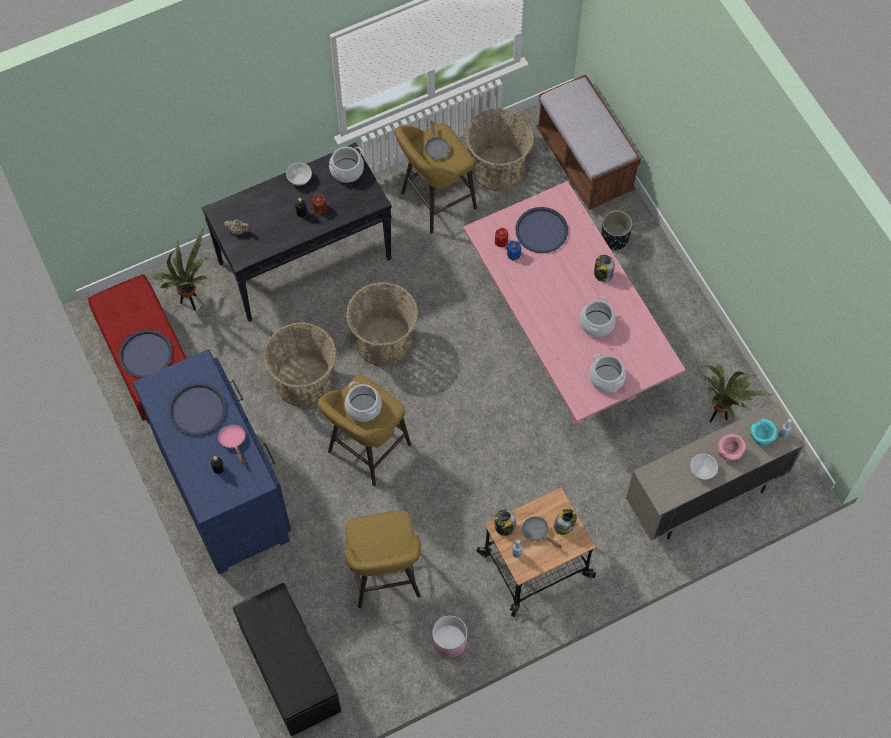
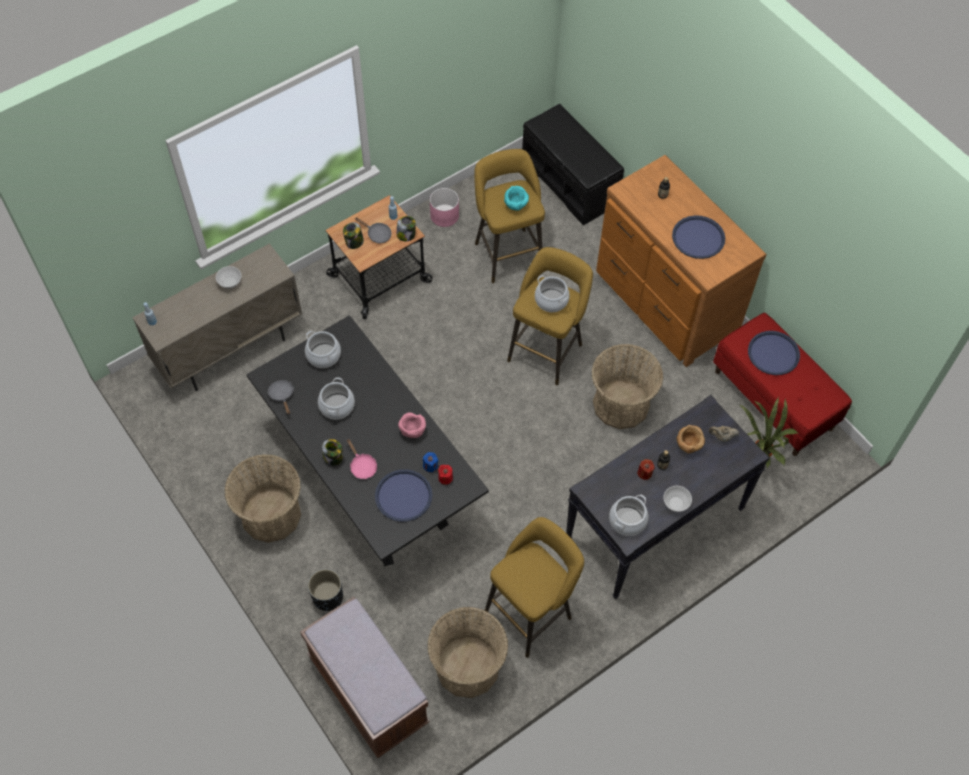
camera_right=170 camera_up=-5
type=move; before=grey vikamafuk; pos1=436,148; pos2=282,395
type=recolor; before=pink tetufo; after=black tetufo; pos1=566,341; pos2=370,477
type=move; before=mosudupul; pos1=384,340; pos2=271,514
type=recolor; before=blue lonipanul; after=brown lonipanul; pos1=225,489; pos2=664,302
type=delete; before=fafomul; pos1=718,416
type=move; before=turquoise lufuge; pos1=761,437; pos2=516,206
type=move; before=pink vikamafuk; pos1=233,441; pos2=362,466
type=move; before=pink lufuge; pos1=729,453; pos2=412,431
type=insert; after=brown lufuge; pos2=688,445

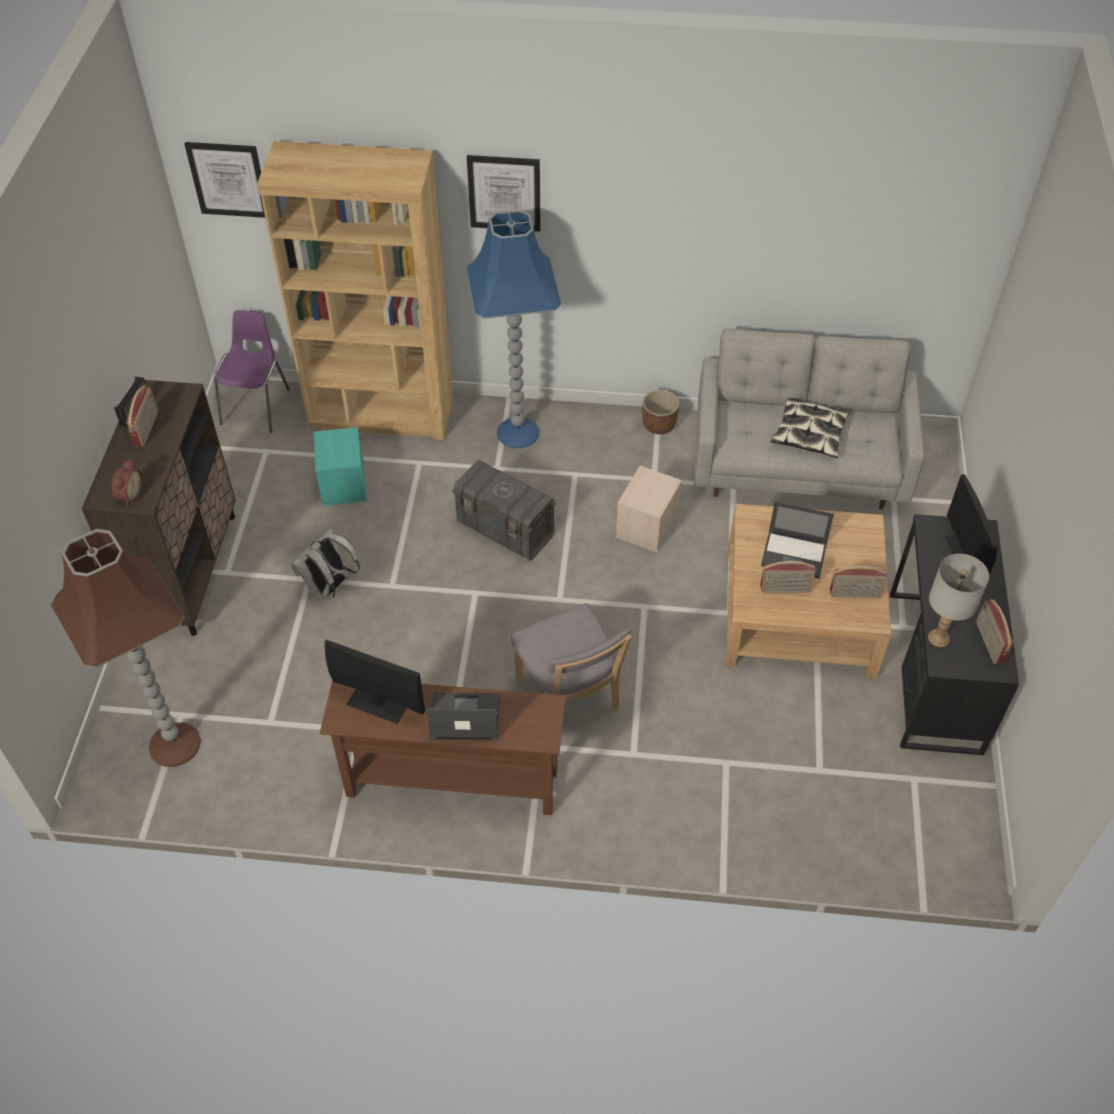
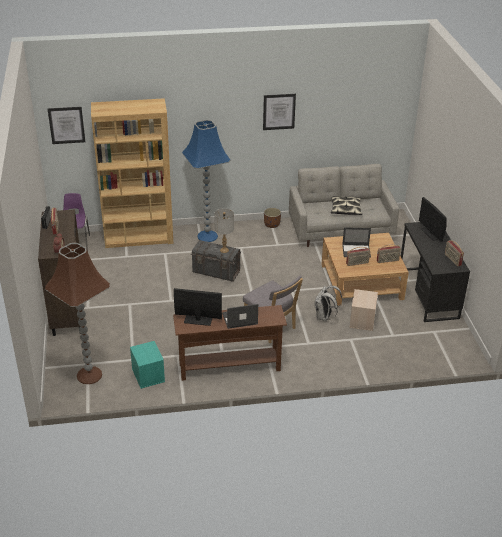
camera_right=-15 camera_up=-15
type=move; before=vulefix; pos1=504,193; pos2=279,111
type=move; before=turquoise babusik; pos1=342,483; pos2=147,375
type=move; before=beige babusik; pos1=647,527; pos2=362,320
type=move; before=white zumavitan; pos1=329,587; pos2=324,317
type=move; before=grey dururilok; pos1=939,638; pos2=224,250

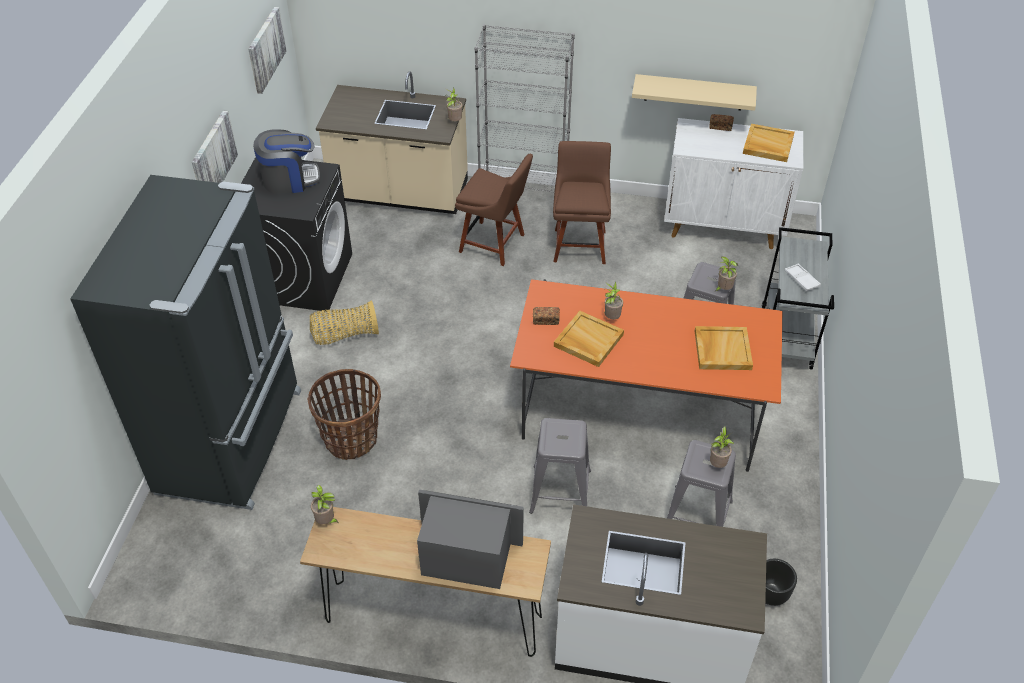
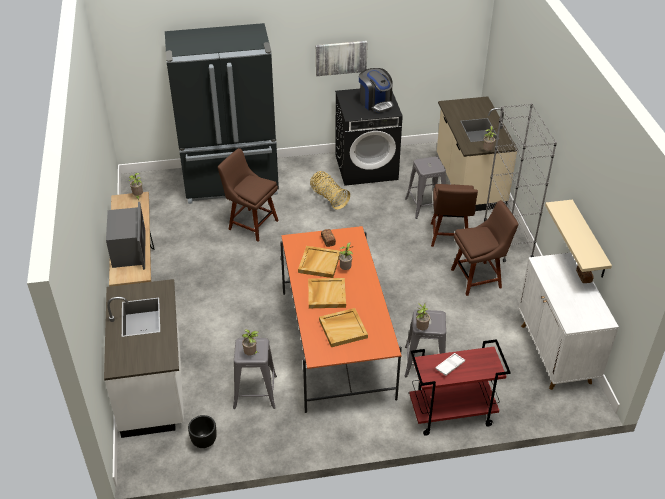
camera_right=70 camera_up=-5
type=delete; before=vulefix; pos1=265,49
type=move; before=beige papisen; pos1=767,145; pos2=326,294
type=recolor; before=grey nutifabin; after=red nutifabin; pos1=787,337; pos2=451,414
type=replace; before=mosudupul; after=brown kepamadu; pos1=351,439; pos2=251,224
type=move; before=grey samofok; pos1=560,491; pos2=426,205

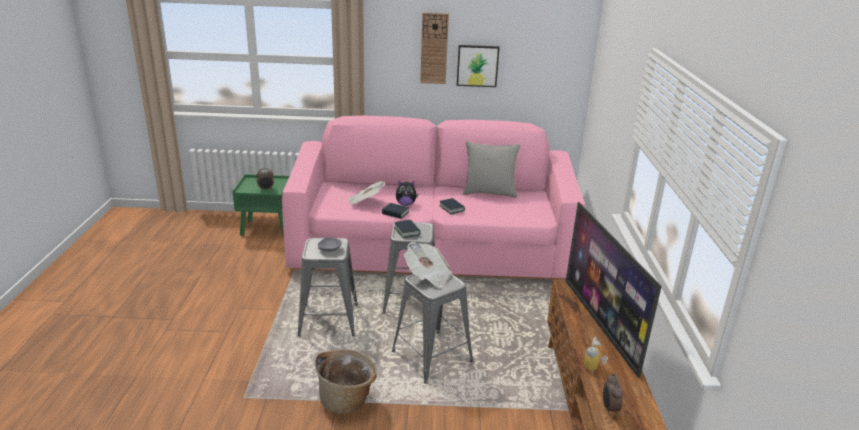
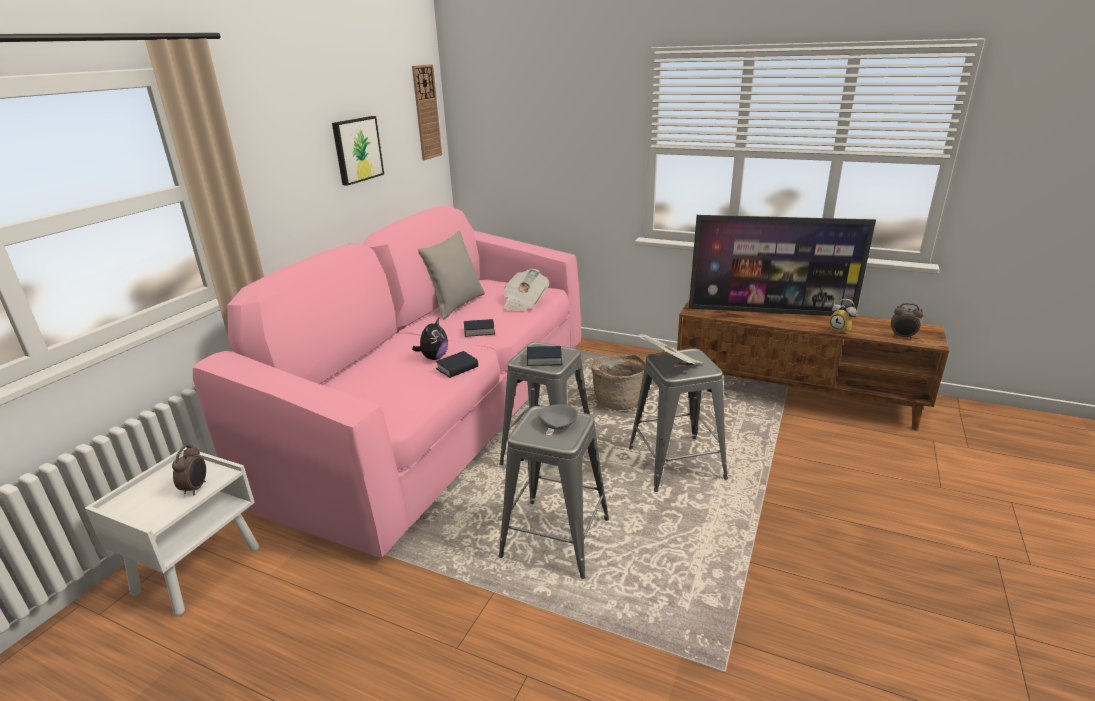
camera_right=-65 camera_up=0
type=move; before=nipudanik; pos1=434,48; pos2=426,112
type=recolor; before=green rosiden; after=white rosiden; pos1=268,229; pos2=198,569
type=move; before=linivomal; pos1=365,202; pos2=524,303
type=move; before=mosudupul; pos1=347,400; pos2=618,401

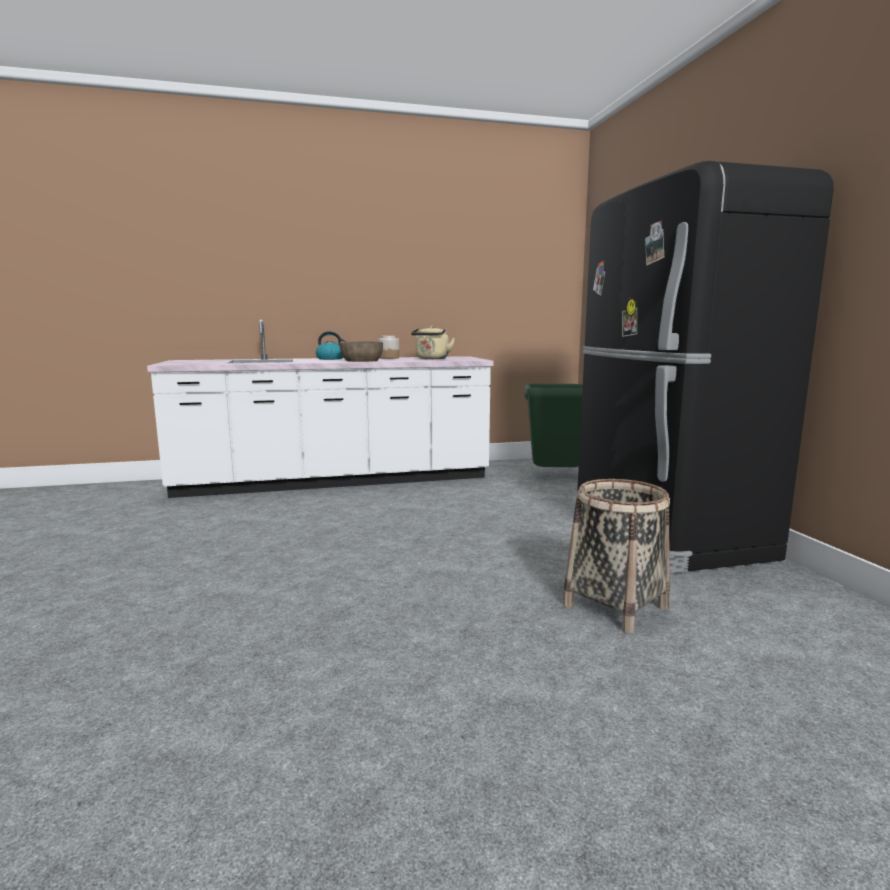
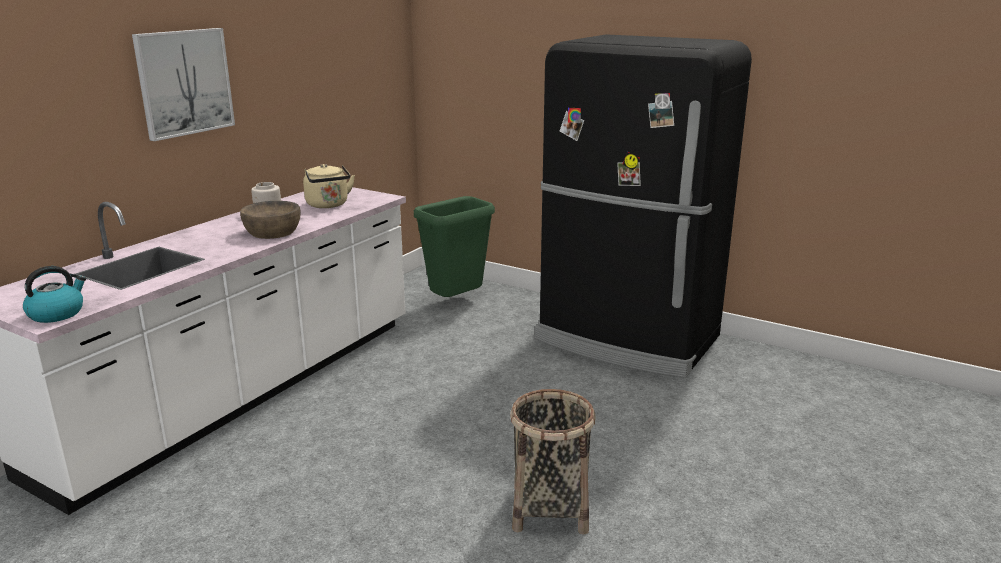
camera_right=-45 camera_up=10
type=move; before=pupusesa; pos1=331,359; pos2=57,313
type=move; before=mosudupul; pos1=615,606; pos2=550,509
type=insert; after=vulefix; pos2=184,82

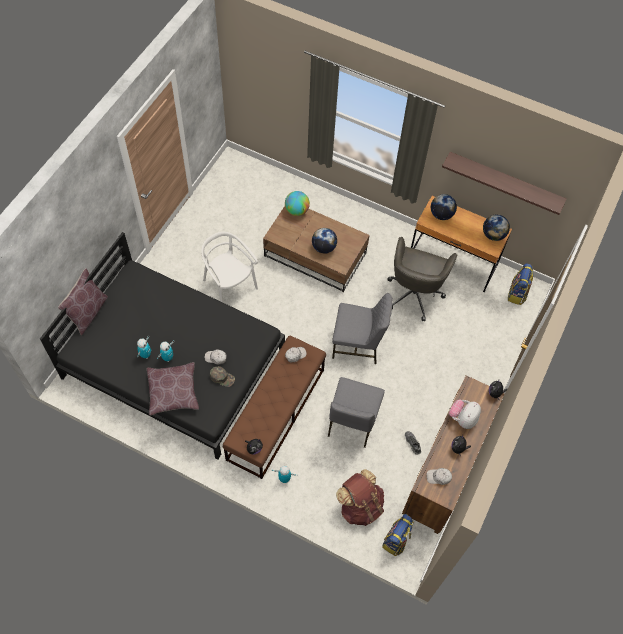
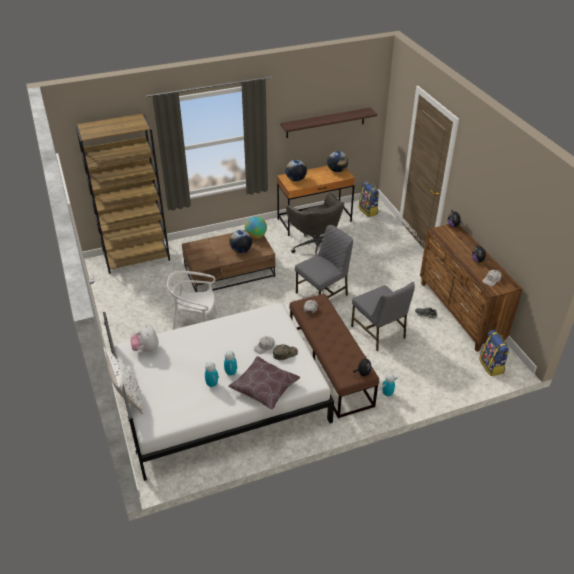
camera_right=-45 camera_up=-20
type=move; before=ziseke; pos1=297,211; pos2=256,236
type=recolor; before=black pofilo; after=white pofilo; pos1=174,363; pos2=220,397
type=recolor; before=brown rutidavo; after=white rutidavo; pos1=88,313; pos2=128,397
type=move; before=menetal; pos1=463,418; pos2=146,349
type=delete; before=brown zumavitan; pos1=360,506
type=insert; after=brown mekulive; pos2=137,257

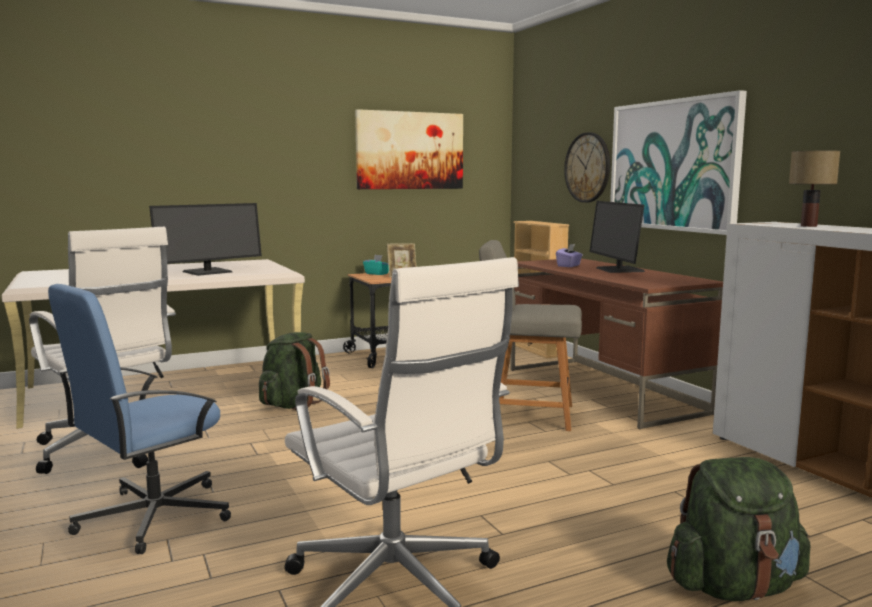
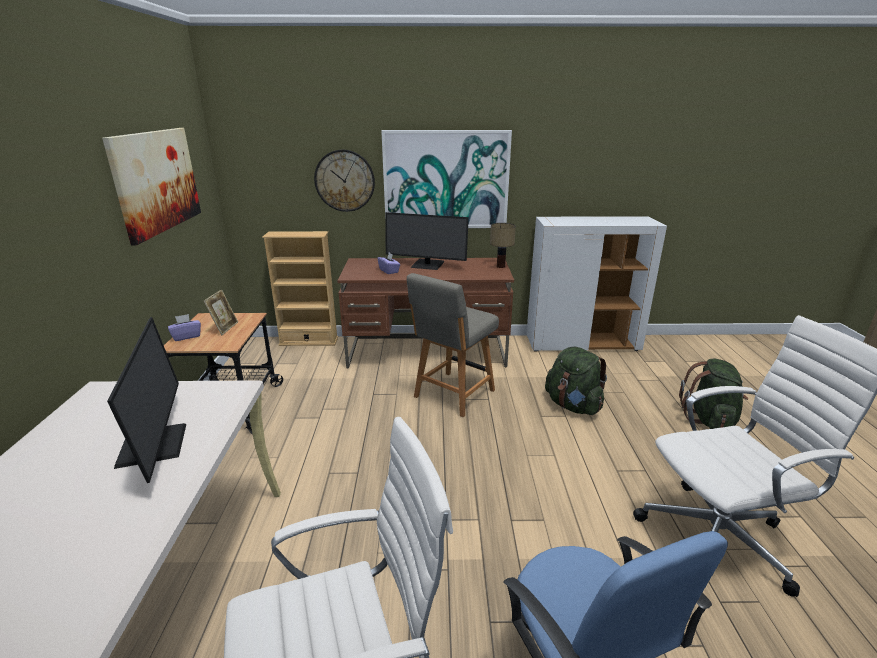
camera_right=-65 camera_up=15
type=move; before=dururilok; pos1=807,226; pos2=500,266
type=recolor; before=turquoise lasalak; after=purple lasalak; pos1=377,273; pos2=186,336
type=move; before=green zumavitan; pos1=293,404; pos2=573,405

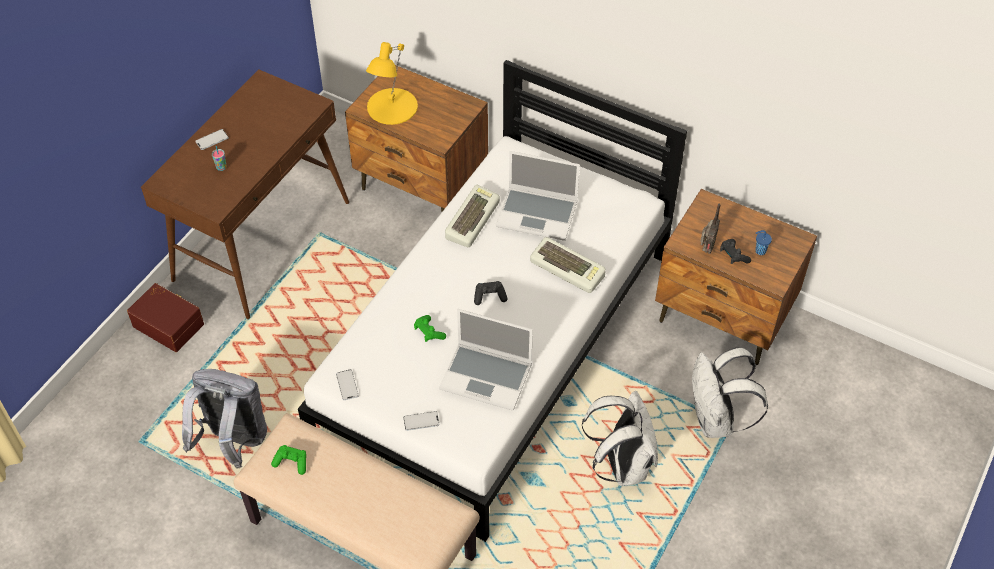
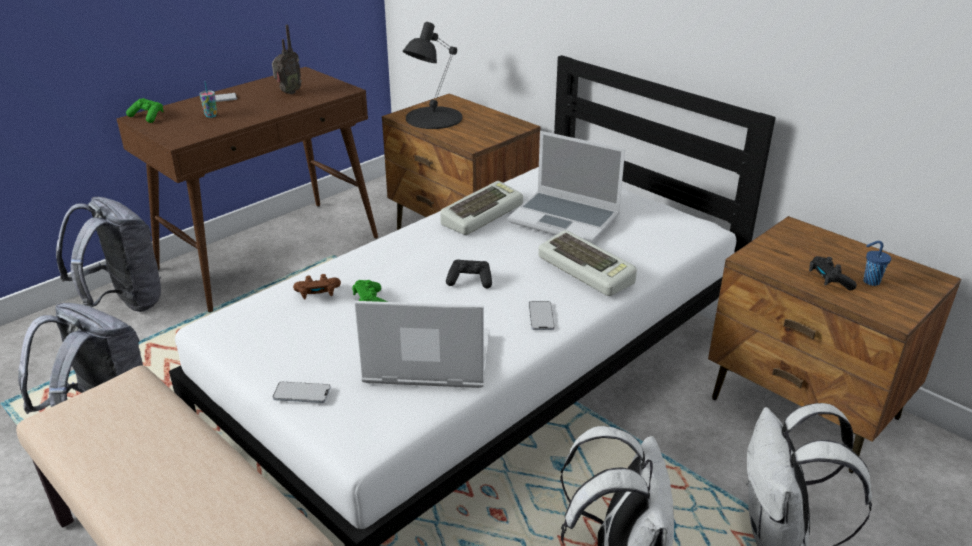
camera_right=15 camera_up=-20
type=recolor; before=yellow dururilok; after=black dururilok; pos1=391,107; pos2=433,118
type=move; before=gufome; pos1=706,249; pos2=288,93
type=replace; before=brown babusik; after=grey zumavitan; pos1=169,324; pos2=125,303
type=rotate; before=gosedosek; pos1=487,376; pos2=426,360; turn=150
type=move; before=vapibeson; pos1=347,385; pos2=541,316
type=move; before=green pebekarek; pos1=292,462; pos2=147,117
type=insert; after=brown pebekarek; pos2=318,294

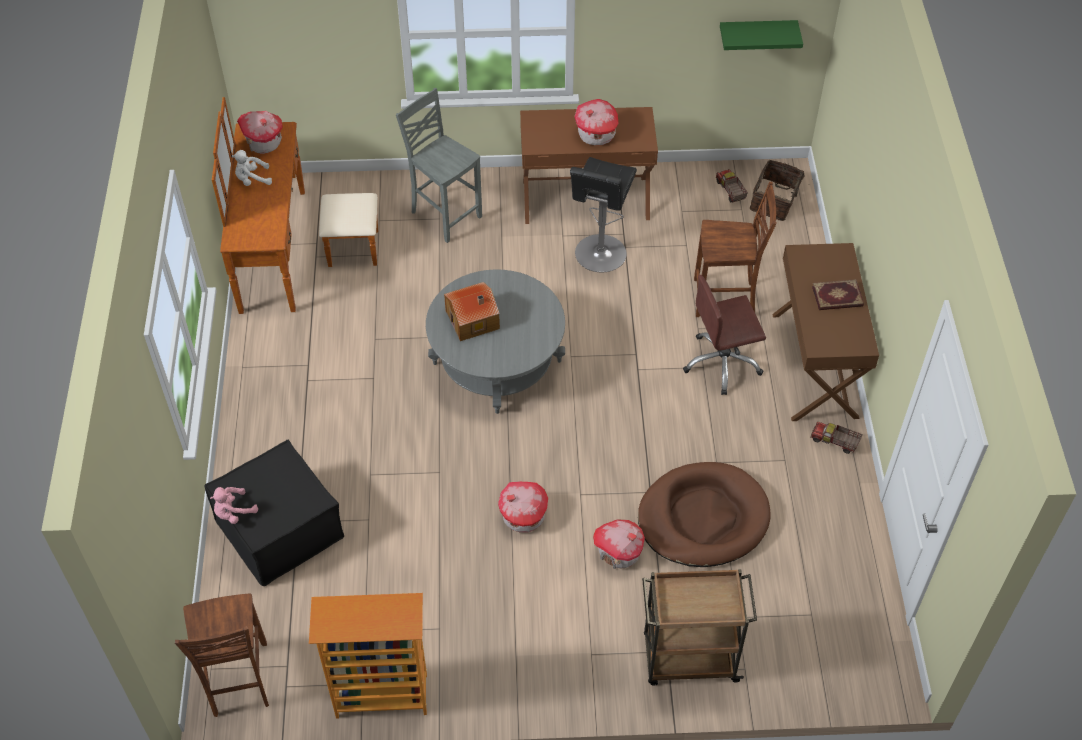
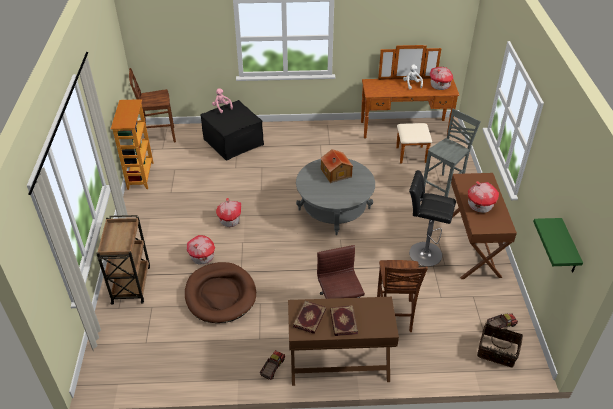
camera_right=90 camera_up=-10
type=insert; after=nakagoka; pos2=310,318

